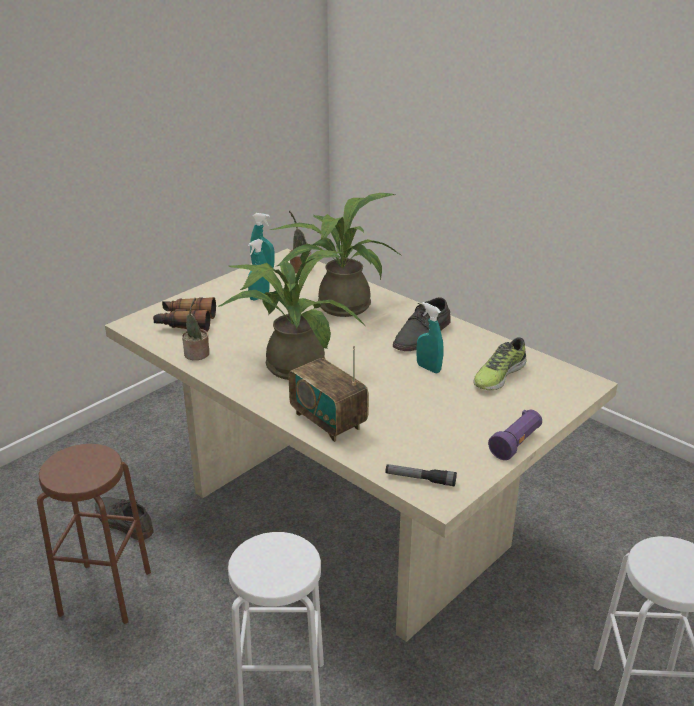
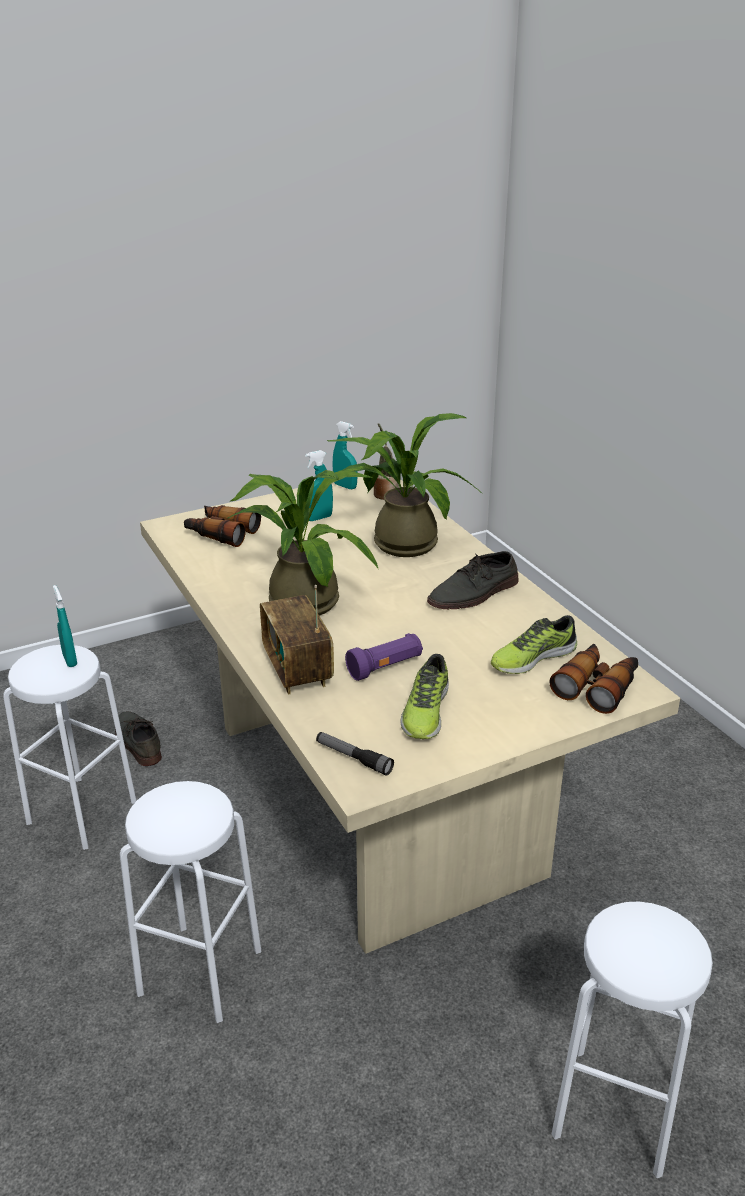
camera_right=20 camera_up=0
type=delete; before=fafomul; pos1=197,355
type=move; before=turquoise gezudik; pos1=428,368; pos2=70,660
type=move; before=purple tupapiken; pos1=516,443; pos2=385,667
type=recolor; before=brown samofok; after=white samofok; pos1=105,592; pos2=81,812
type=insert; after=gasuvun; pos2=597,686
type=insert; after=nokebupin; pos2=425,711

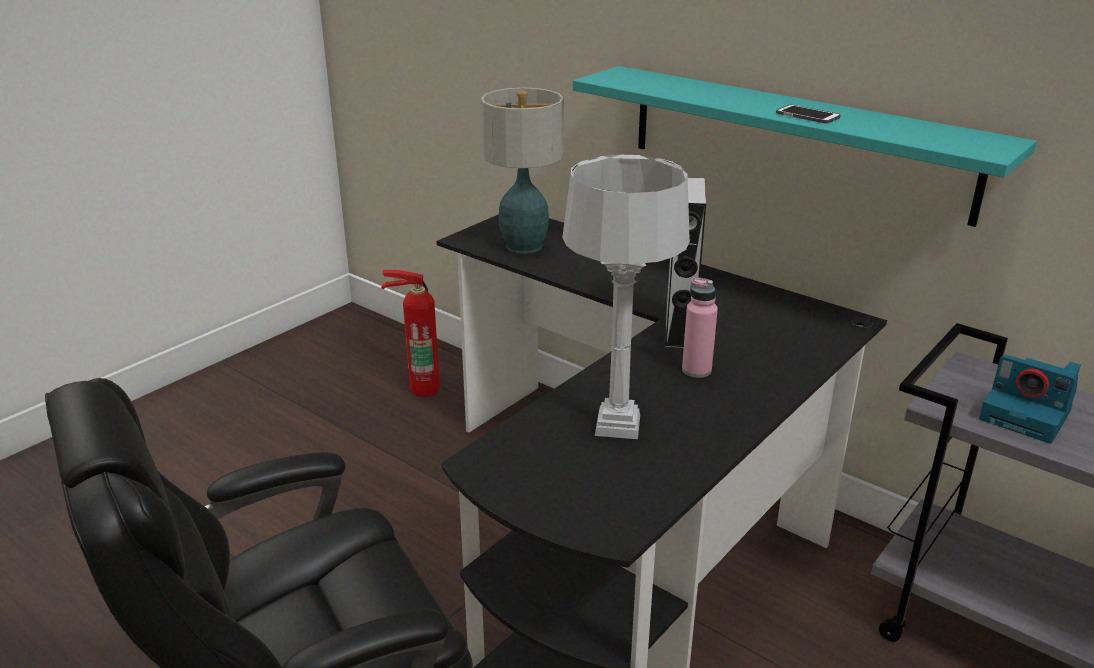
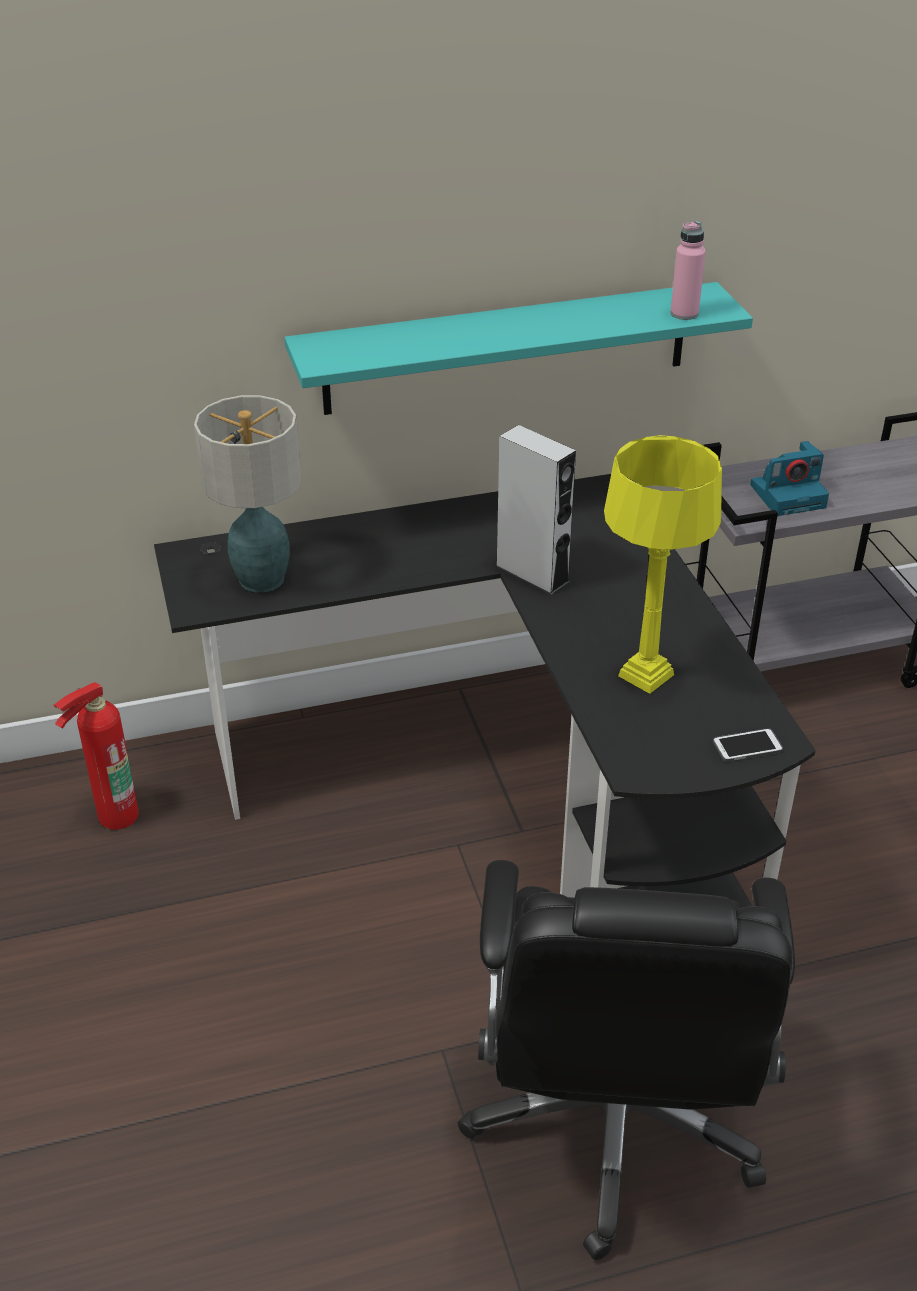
camera_right=-55 camera_up=10
type=move; before=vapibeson; pos1=807,115; pos2=747,746
type=recolor; before=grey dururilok; after=yellow dururilok; pos1=617,425; pos2=645,675
type=move; before=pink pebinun; pos1=696,370; pos2=684,314

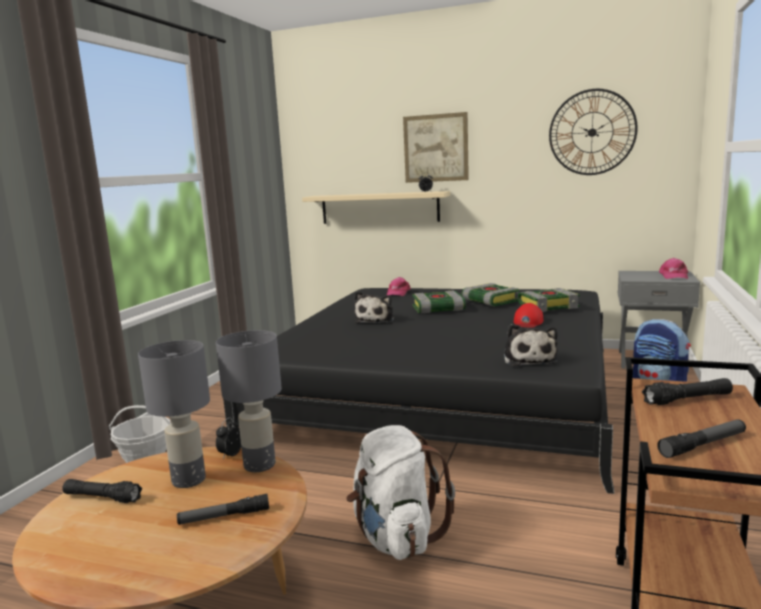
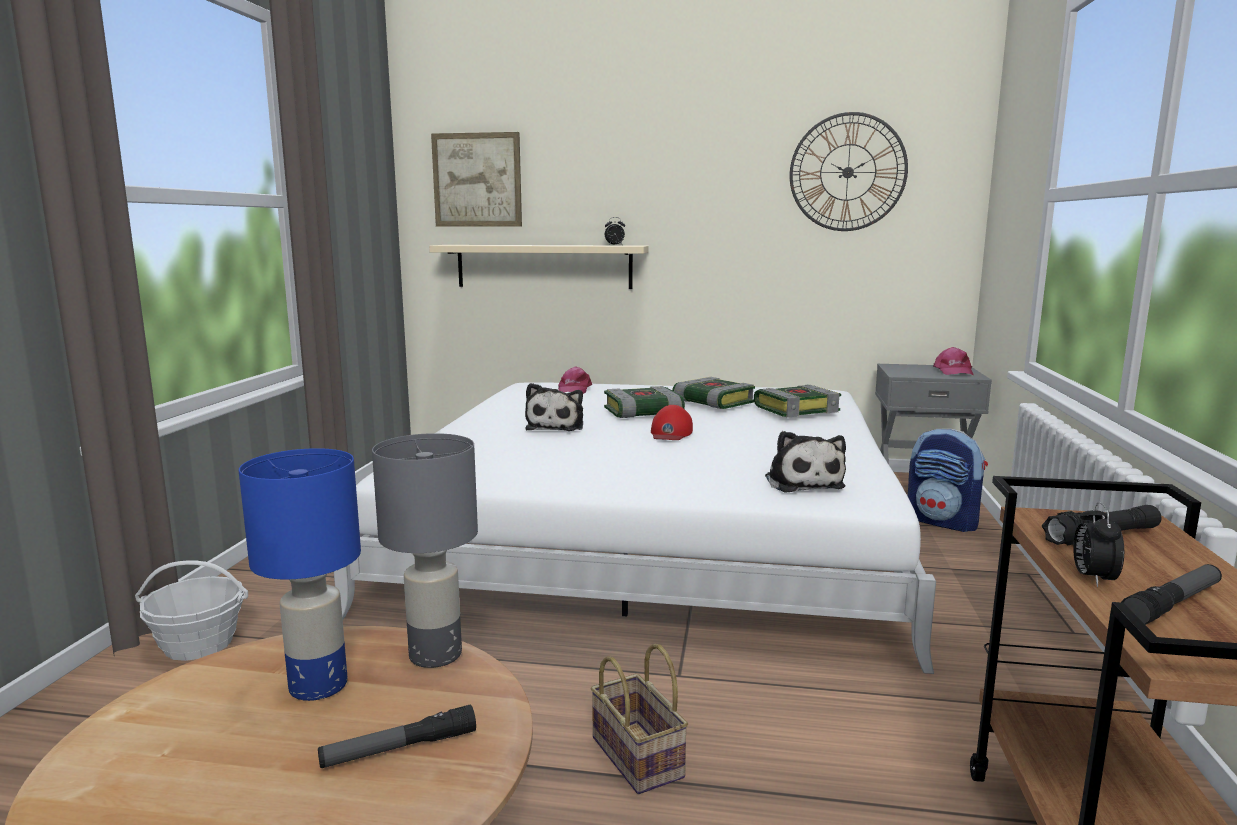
camera_right=-10 camera_up=0
type=move; before=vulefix; pos1=436,148; pos2=477,180
type=recolor; before=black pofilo; after=white pofilo; pos1=444,390; pos2=652,530
type=move; before=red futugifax; pos1=527,322; pos2=671,433
type=recolor; before=grey dururilok; after=blue dururilok; pos1=188,480; pos2=316,686
type=move; before=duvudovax; pos1=230,454; pos2=1092,578
type=replace; before=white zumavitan; after=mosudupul; pos1=396,537; pos2=640,758
type=delete; before=black tupapiken; pos1=102,498

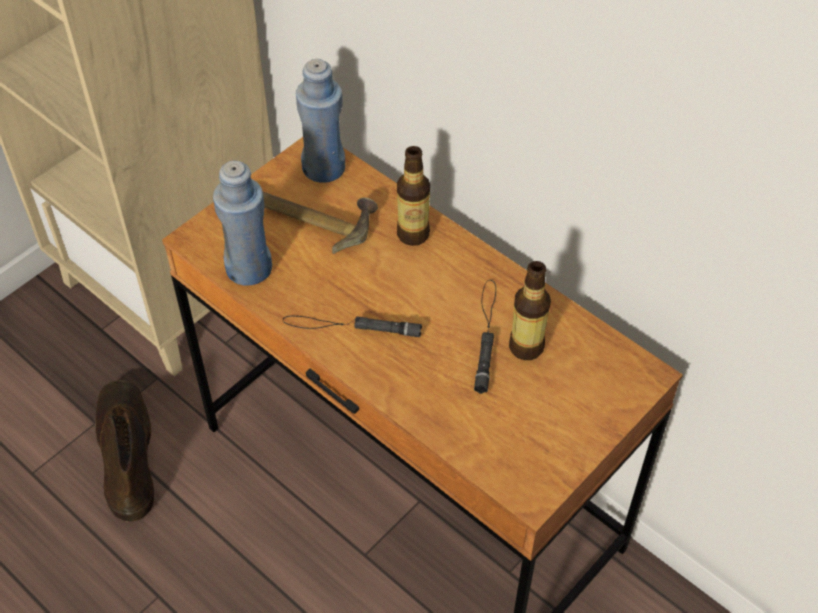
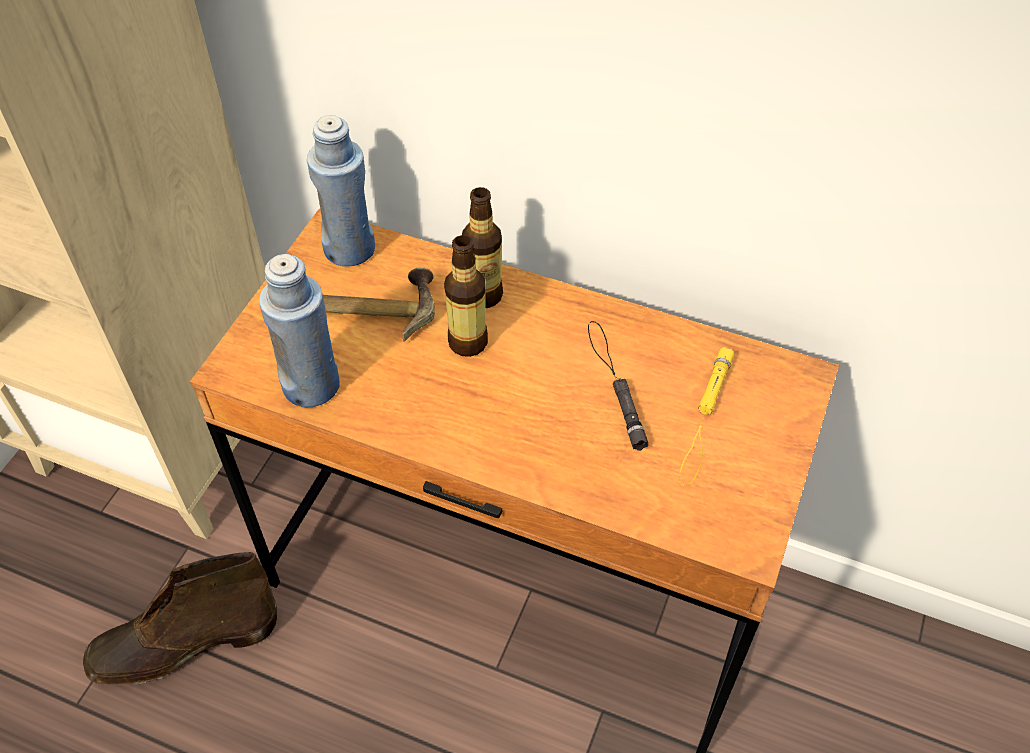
camera_right=-20 camera_up=0
type=move; before=pebinun; pos1=526,347; pos2=468,342
type=delete; before=black tupapiken; pos1=351,327
type=rotate; before=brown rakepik; pos1=127,452; pos2=183,643; turn=-75
type=insert; after=yellow tupapiken; pos2=705,419

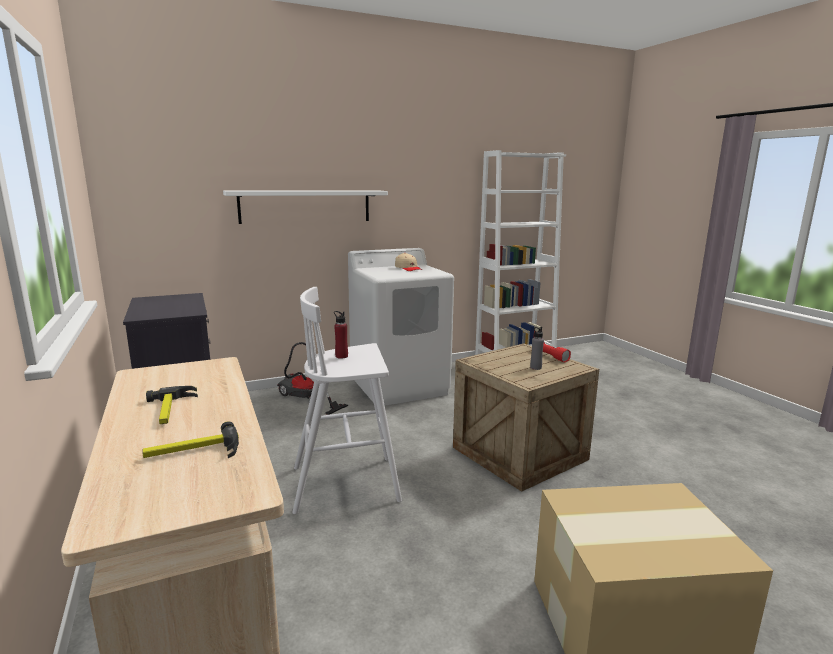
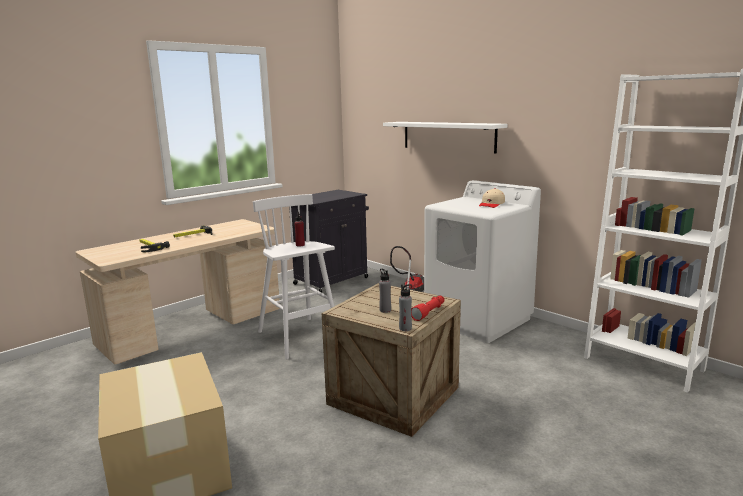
camera_right=70 camera_up=0
type=insert; after=grey pebinun; pos2=405,328

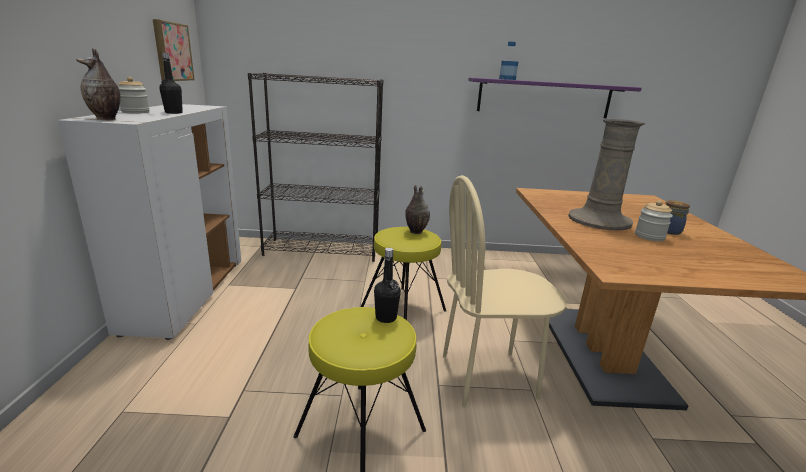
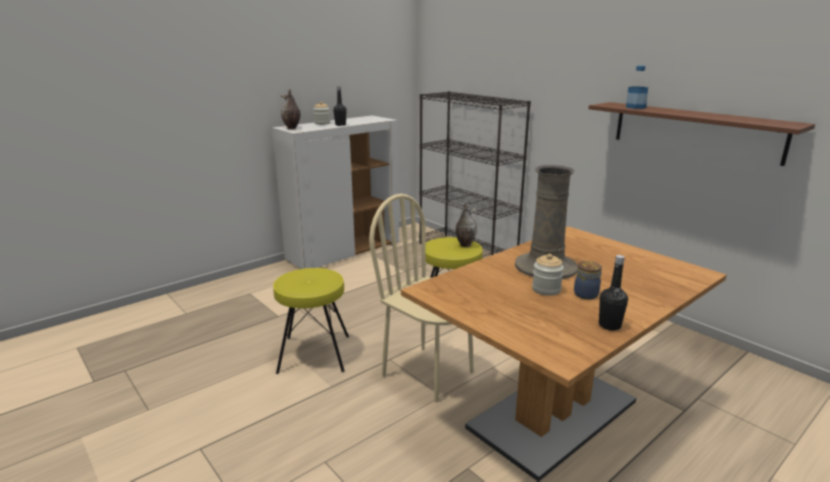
camera_right=50 camera_up=0
type=delete; before=vulefix; pos1=171,51
type=recolor; before=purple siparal; after=brown siparal; pos1=544,98; pos2=695,131
type=move; before=black pebinun; pos1=386,317; pos2=609,325

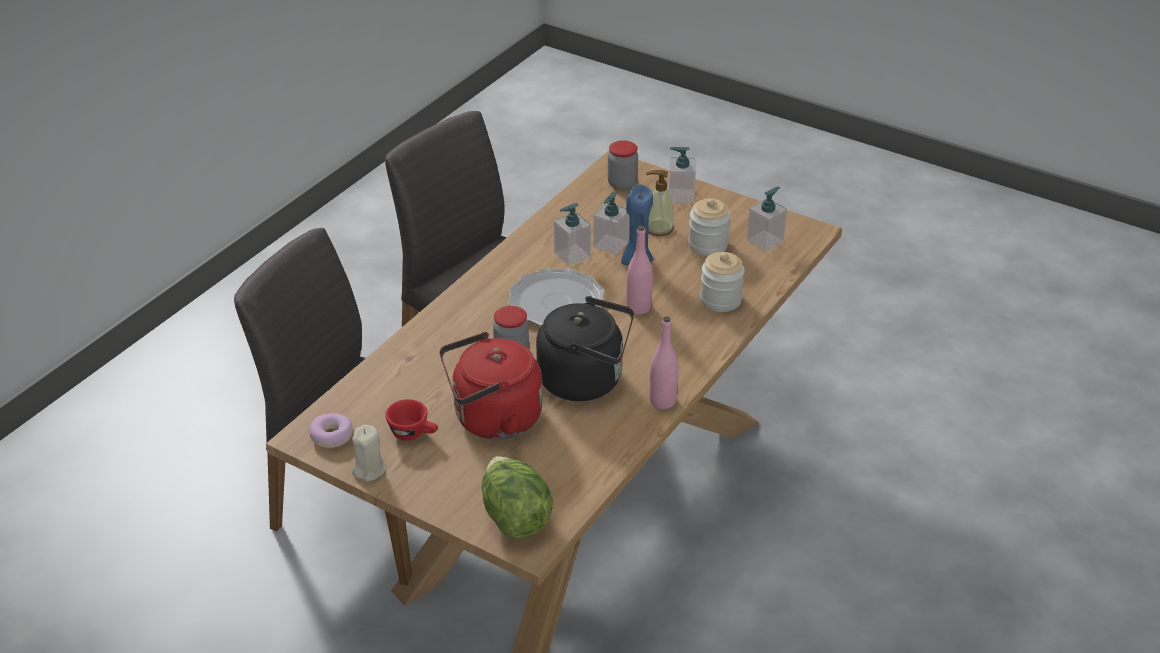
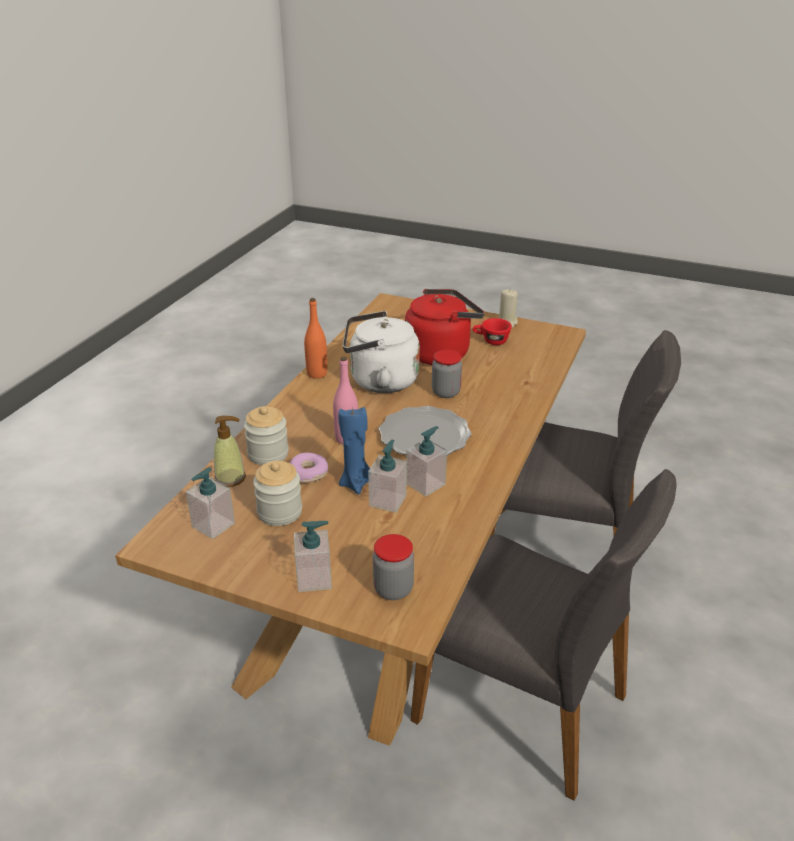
camera_right=170 camera_up=-5
type=move; before=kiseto; pos1=659,228; pos2=230,478
type=recolor; before=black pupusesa; after=white pupusesa; pos1=586,380; pos2=379,381
type=recolor; before=pink pebinun; after=orange pebinun; pos1=662,401; pos2=317,374
type=move; before=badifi; pos1=332,436; pos2=308,473
type=delete; before=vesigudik; pos1=514,517

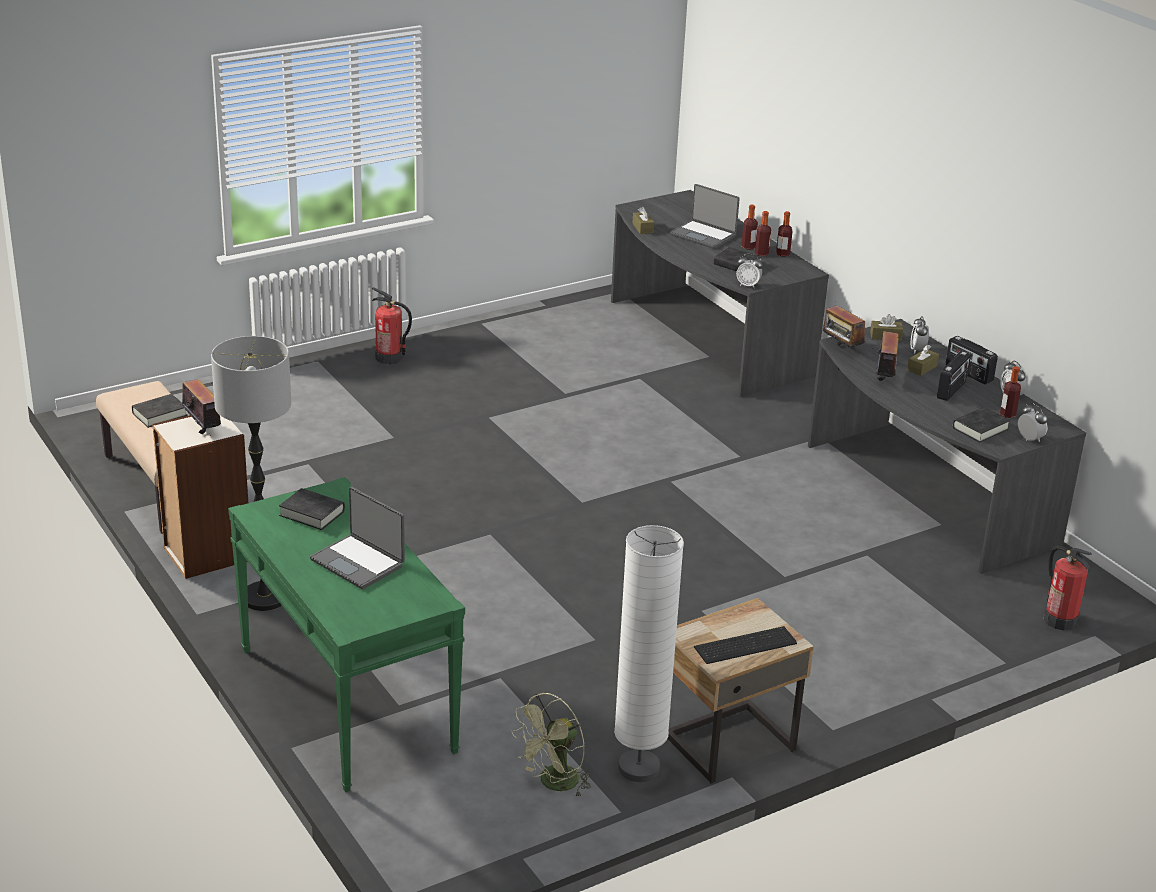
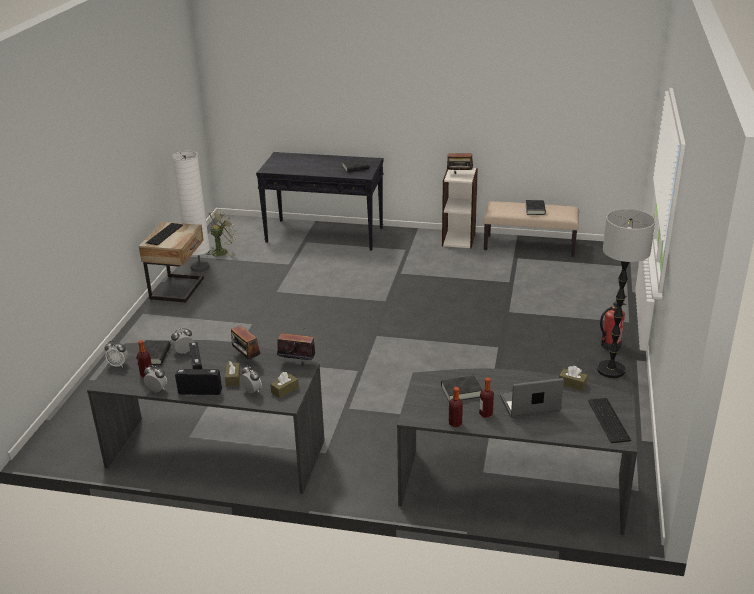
camera_right=135 camera_up=0
type=delete; before=pebinun; pos1=761,254
type=move; before=duvudovax; pos1=748,285; pos2=184,352
type=move; before=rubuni; pos1=265,598; pos2=610,370
type=recolor; before=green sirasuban; after=black sirasuban; pos1=345,699; pos2=325,234
type=delete; before=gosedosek; pos1=358,562
type=delete; before=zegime; pos1=1060,619
type=rotate; before=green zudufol; pos1=553,784; pos2=222,251; turn=45
type=insert; after=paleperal; pos2=608,421

